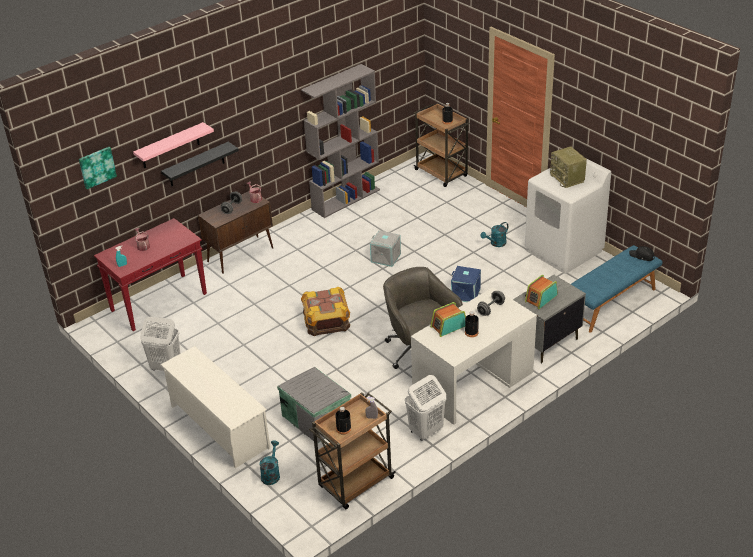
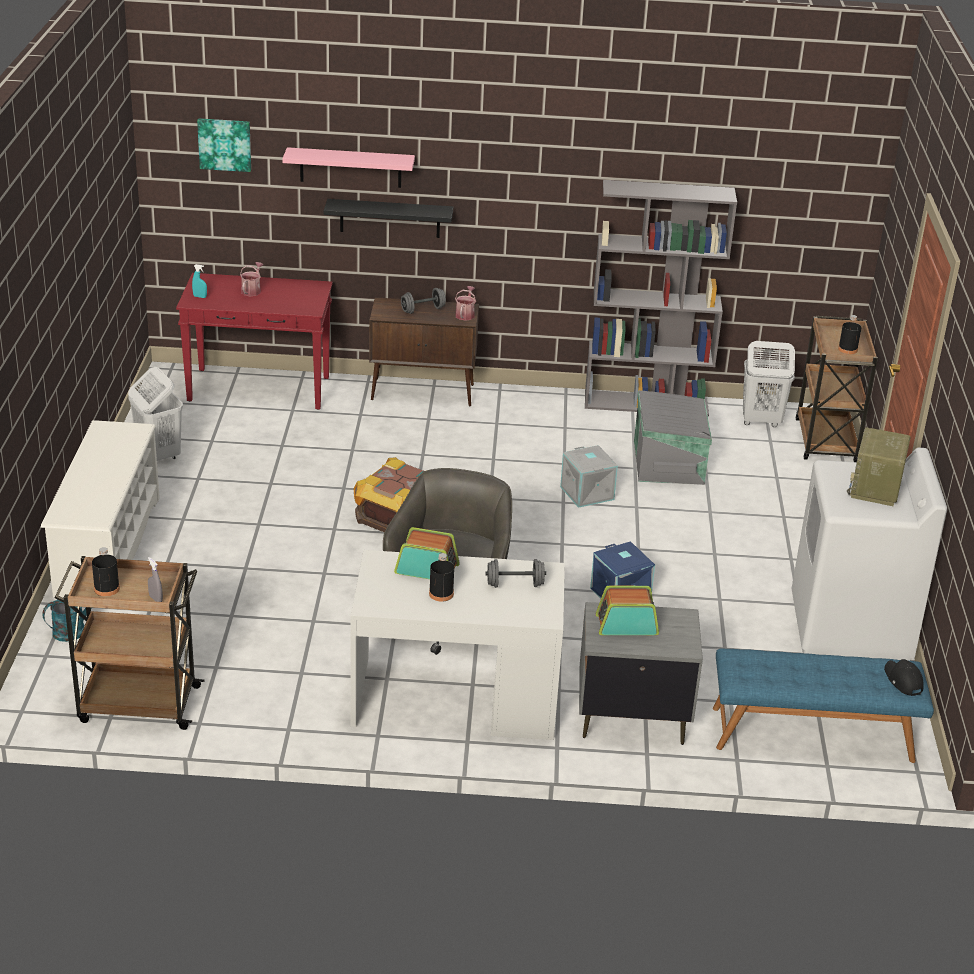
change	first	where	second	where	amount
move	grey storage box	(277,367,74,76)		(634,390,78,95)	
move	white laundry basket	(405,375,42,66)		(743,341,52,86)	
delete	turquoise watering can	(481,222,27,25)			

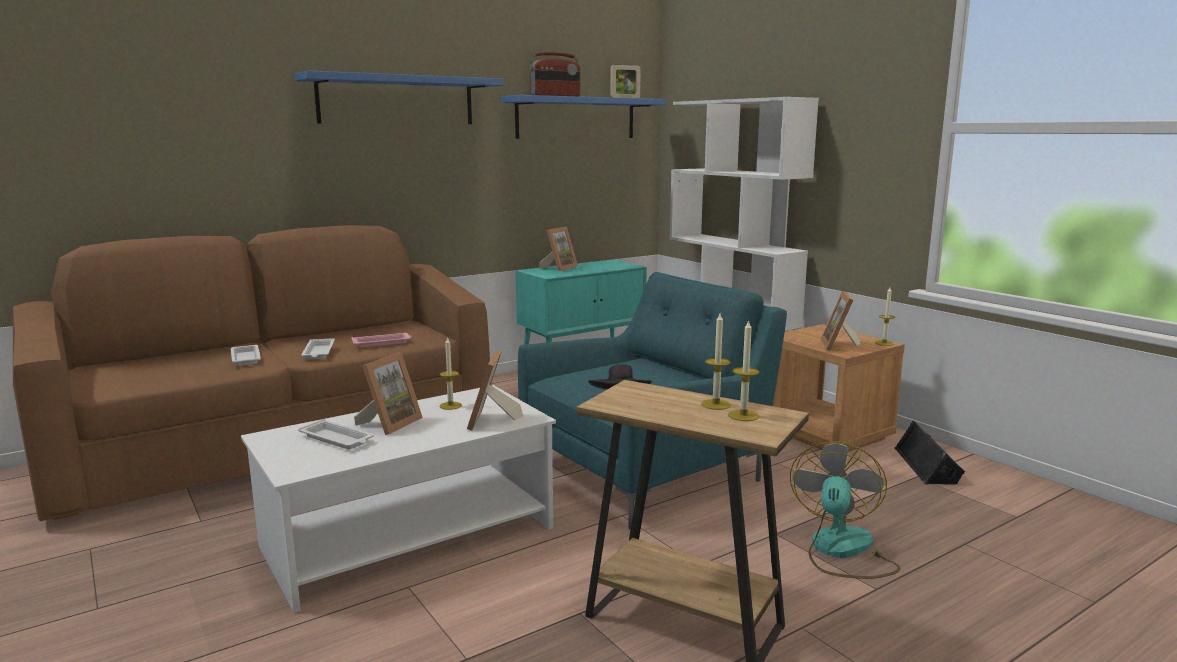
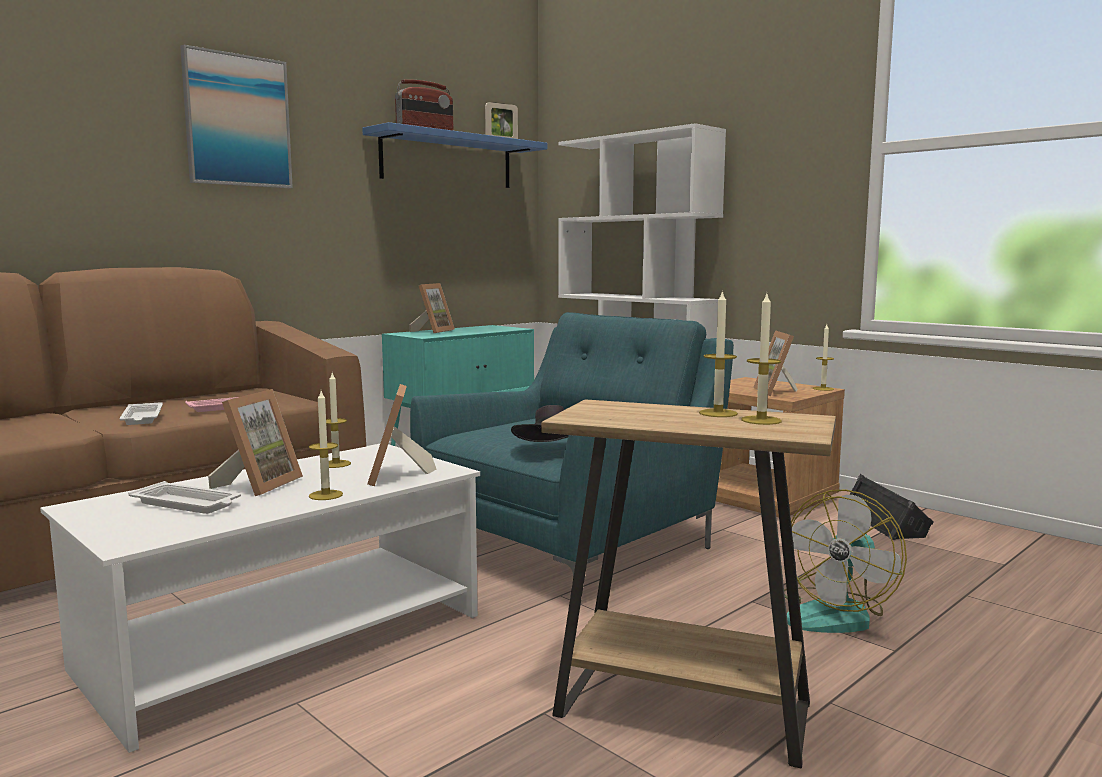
change	first	where	second	where	amount
delete	white tray	(231,345,30,21)			
replace	blue shelf	(295,71,209,53)	picture	(180,44,113,144)	
rotate	fan	(790,441,110,138)		(784,489,123,144)	150 degrees counterclockwise
insert			candle	(309,391,34,109)	

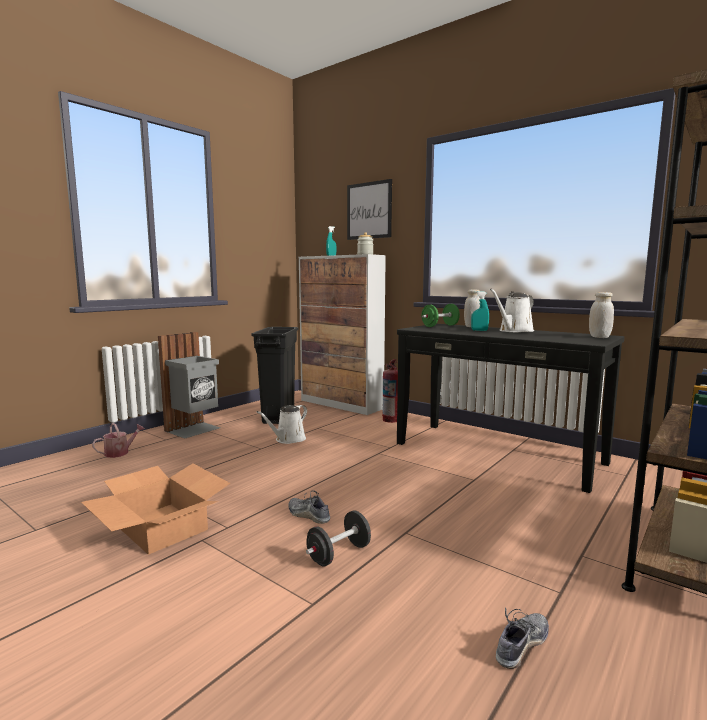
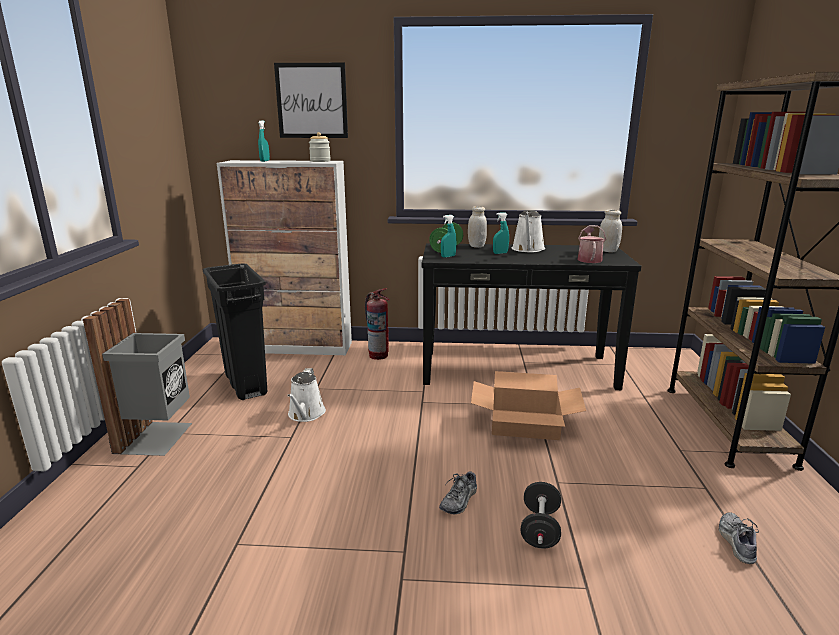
change	first	where	second	where	amount
move	cardboard box	(81,463,149,92)		(471,371,115,69)	
move	watering can	(92,423,53,35)		(577,225,29,38)	
rotate	shoe	(289,490,41,34)		(439,470,38,44)	60 degrees counterclockwise
insert			turquoise spray bottle	(441,215,16,43)	

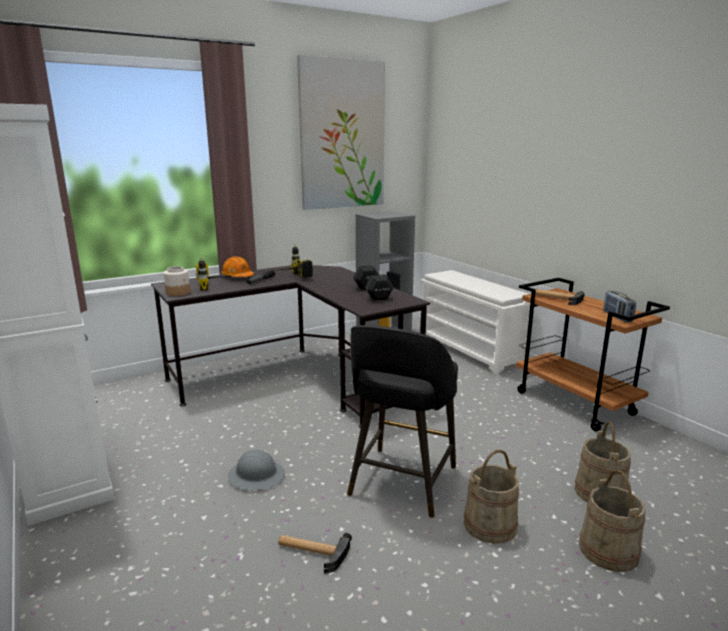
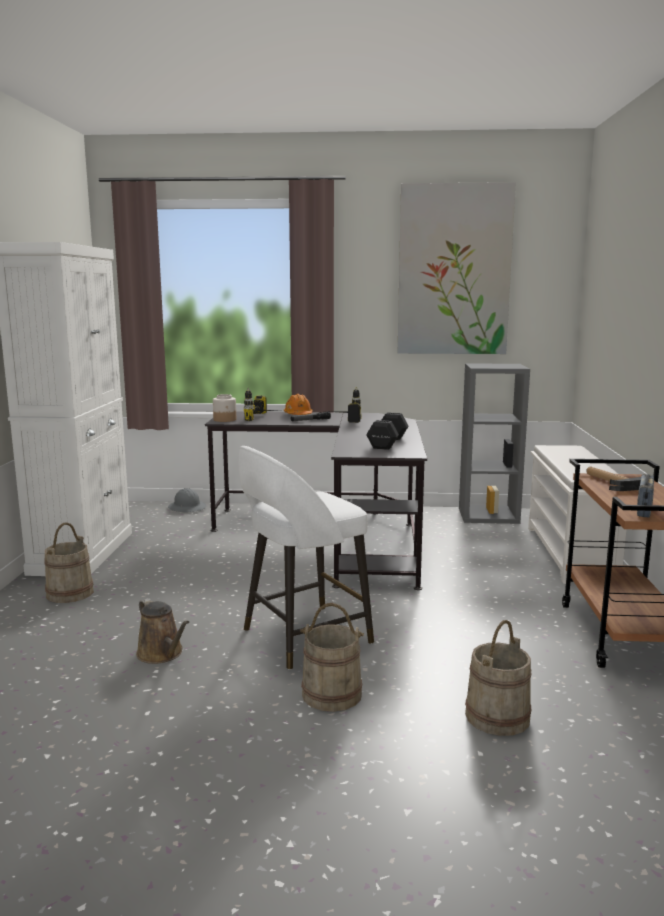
change	first	where	second	where	amount
move	grey hard hat	(228,450,57,40)		(168,488,38,24)	
replace	hammer	(279,533,73,41)	brown watering can	(136,598,53,66)	
recolor	black stool	(347,325,111,193)	white stool	(239,446,135,224)	
move	beige bucket	(579,470,67,102)		(44,523,50,80)	

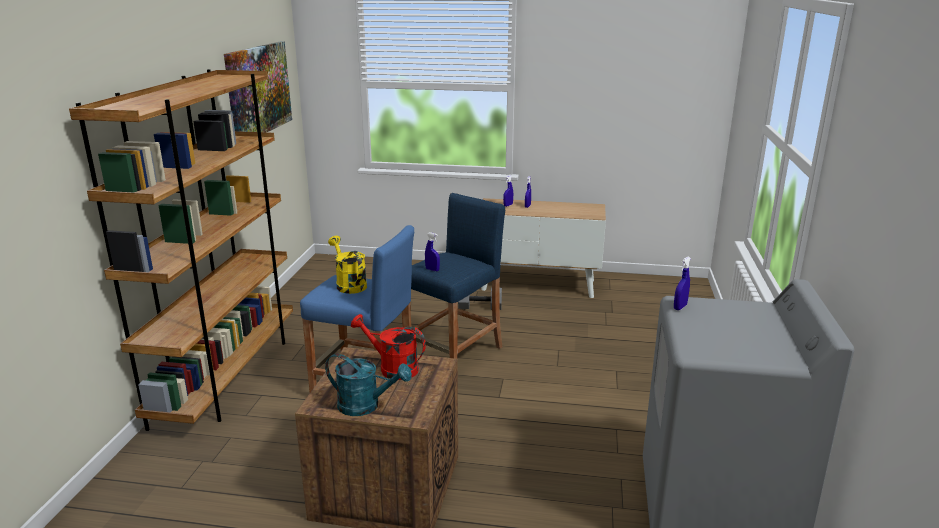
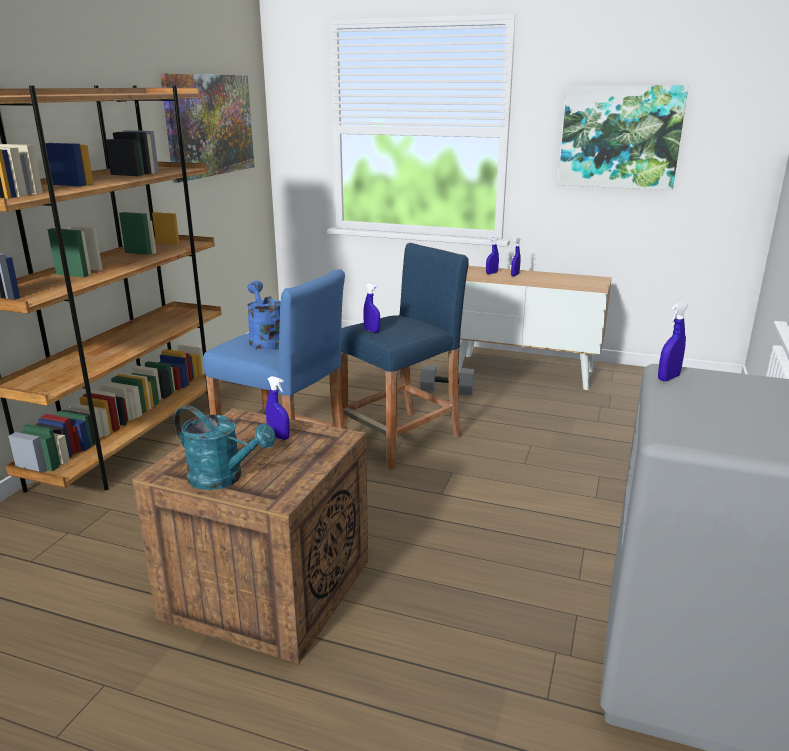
change	first	where	second	where	amount
recolor	yellow watering can	(328,236,39,58)	blue watering can	(247,281,34,68)	
replace	red watering can	(351,314,75,66)	blue spray bottle	(266,376,24,64)	
insert			picture	(558,85,130,105)	

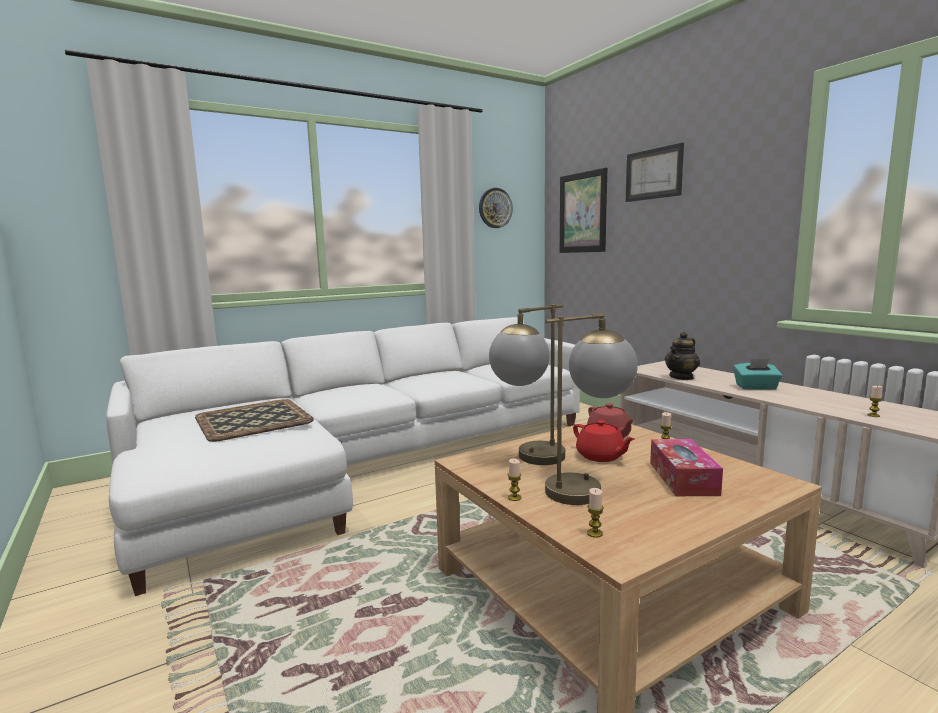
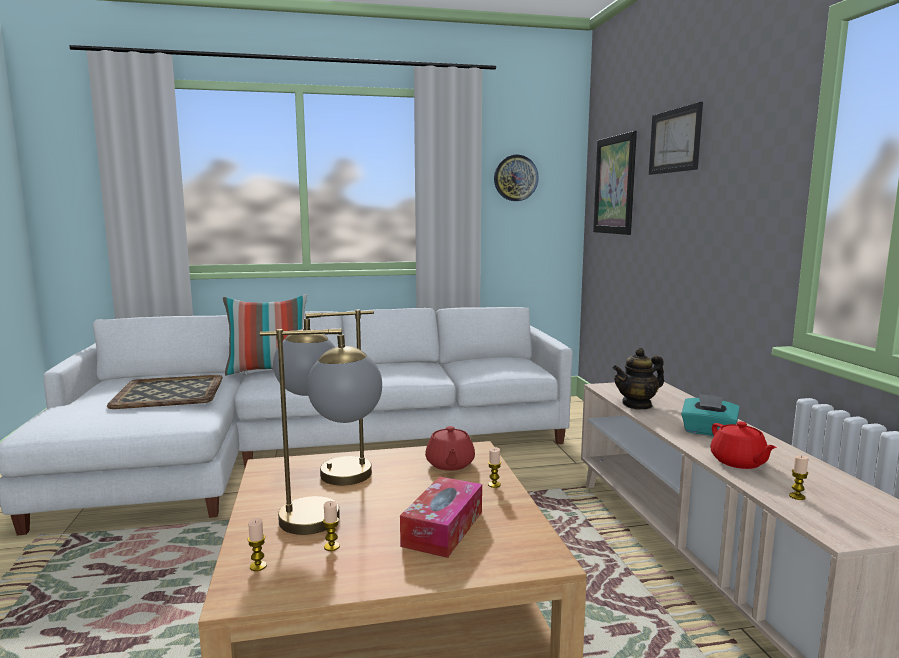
change	first	where	second	where	amount
move	candle	(508,458,13,43)		(323,501,17,50)	
move	red teapot	(573,420,62,42)		(711,421,66,48)	
insert			pillow	(223,294,84,82)	

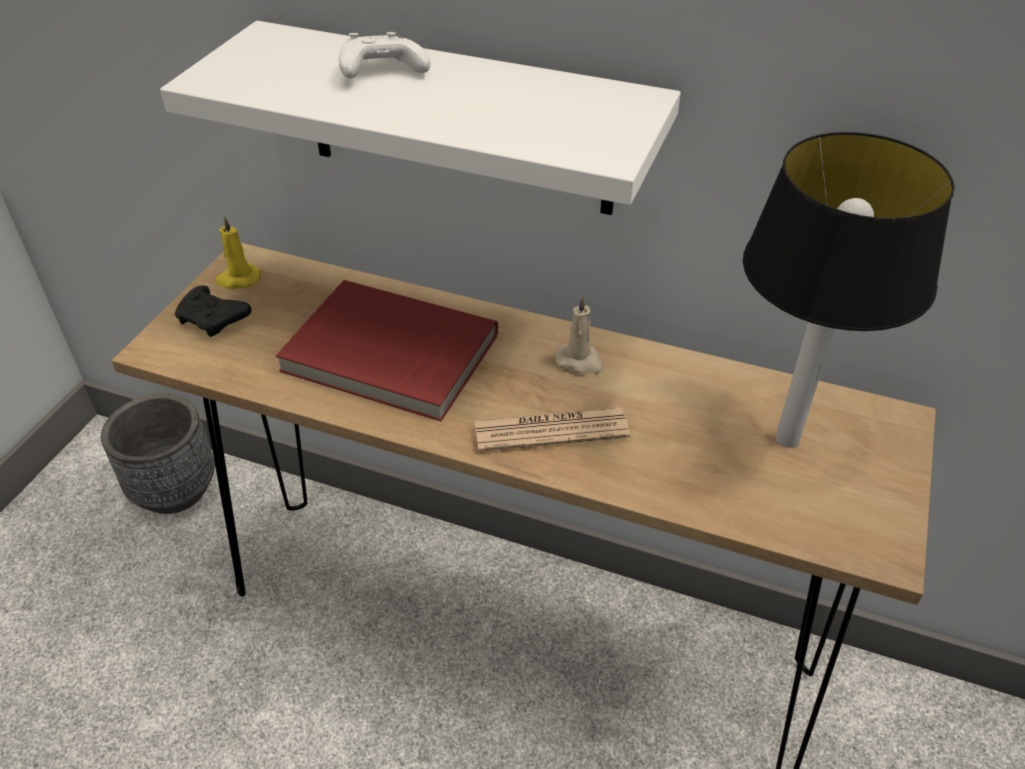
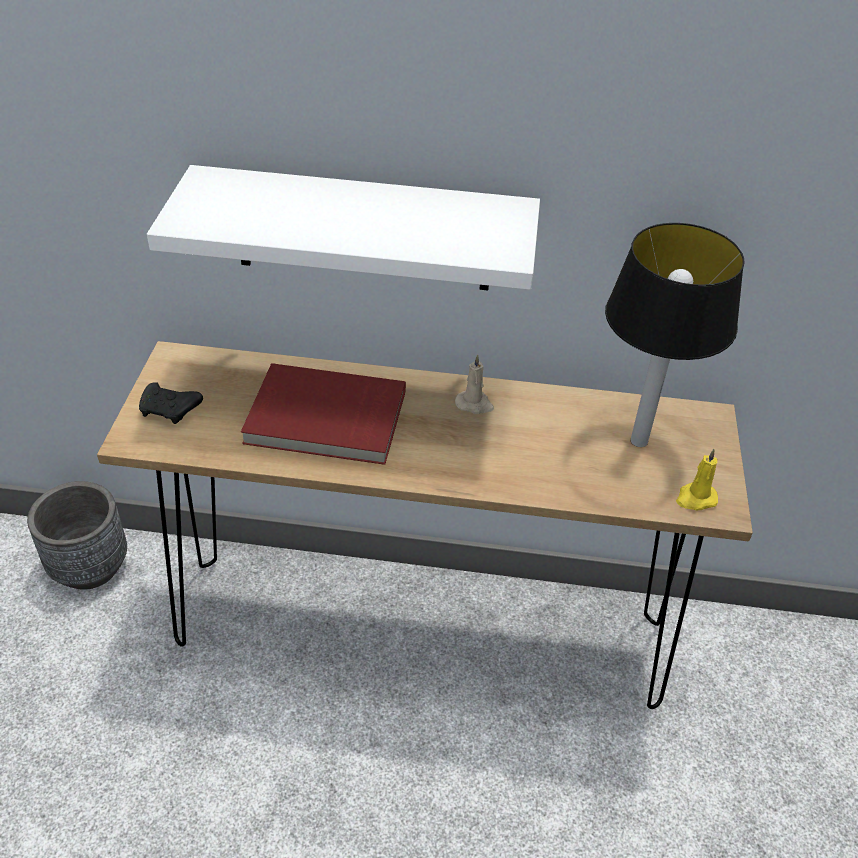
change	first	where	second	where	amount
move	yellow candle	(215,216,46,73)		(676,449,42,61)	
delete	white game controller	(339,32,92,46)			
delete	newspaper	(474,407,156,45)			

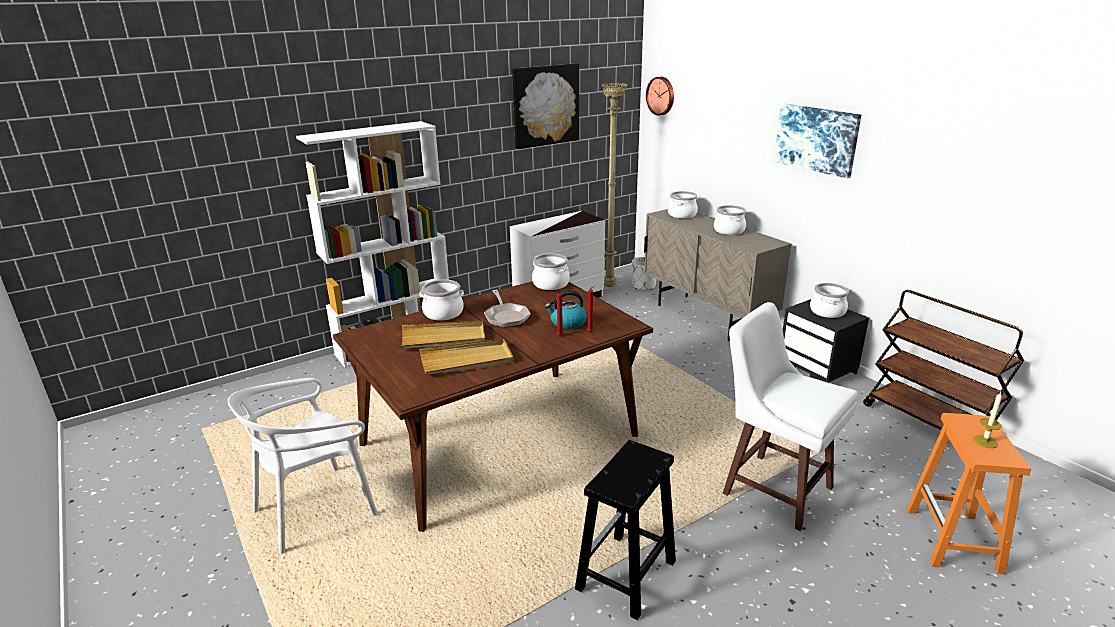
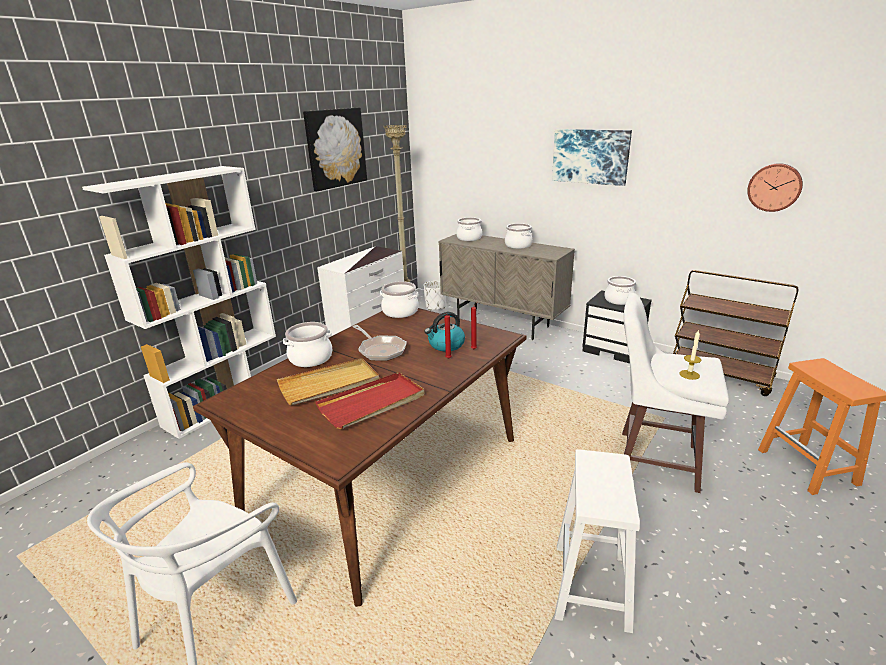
change	first	where	second	where	amount
recolor	beige tray	(419,338,95,37)	red tray	(316,372,108,57)	
recolor	black stool	(575,440,101,180)	white stool	(555,449,85,184)	
move	wall clock	(646,77,28,39)		(747,163,56,49)	
move	candle	(973,392,29,56)		(680,329,21,51)	

